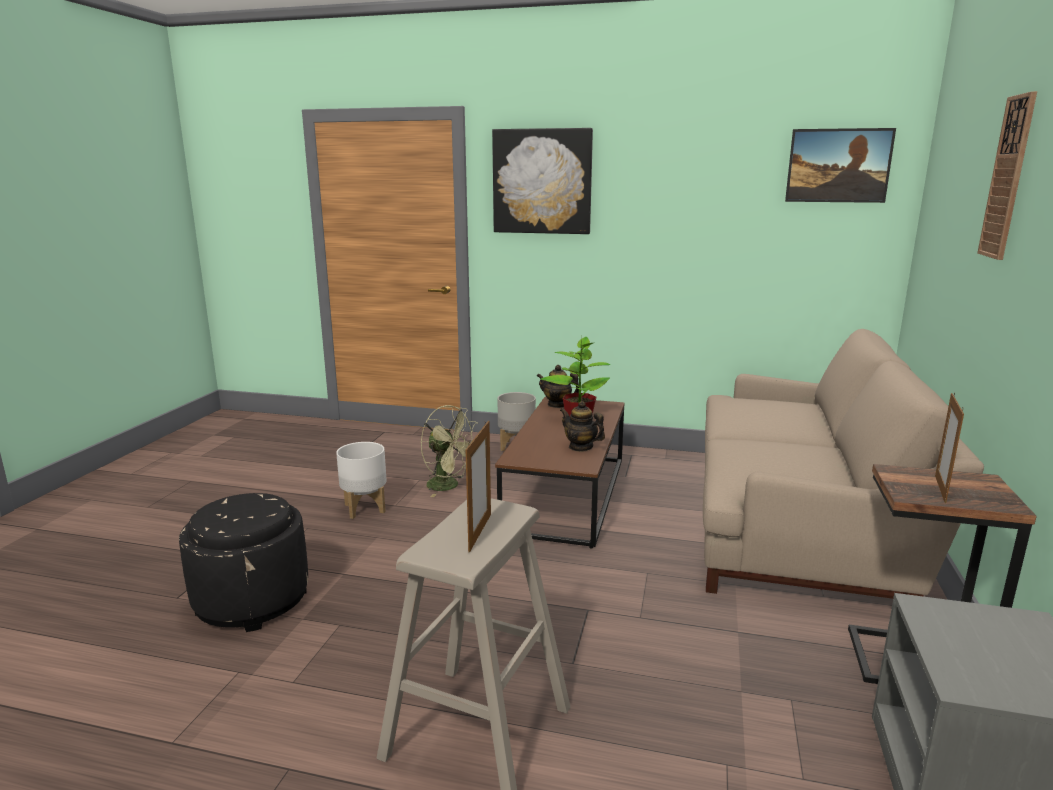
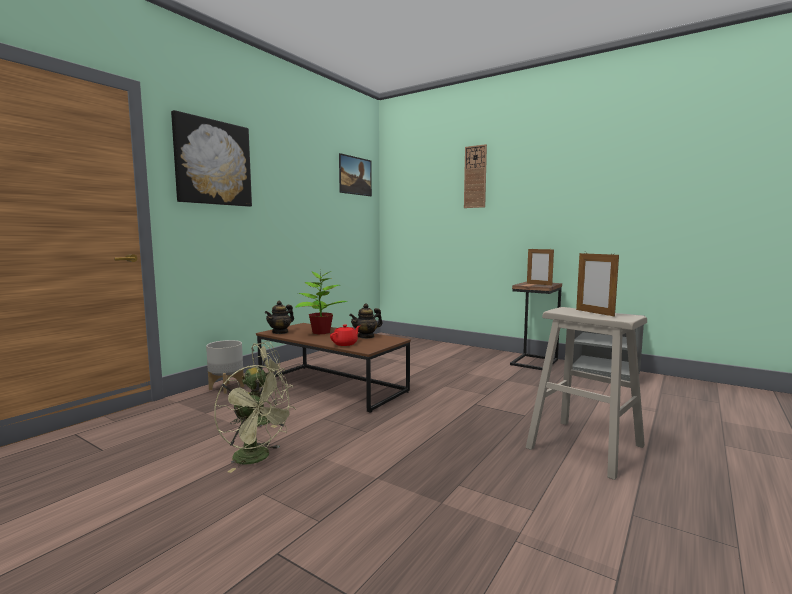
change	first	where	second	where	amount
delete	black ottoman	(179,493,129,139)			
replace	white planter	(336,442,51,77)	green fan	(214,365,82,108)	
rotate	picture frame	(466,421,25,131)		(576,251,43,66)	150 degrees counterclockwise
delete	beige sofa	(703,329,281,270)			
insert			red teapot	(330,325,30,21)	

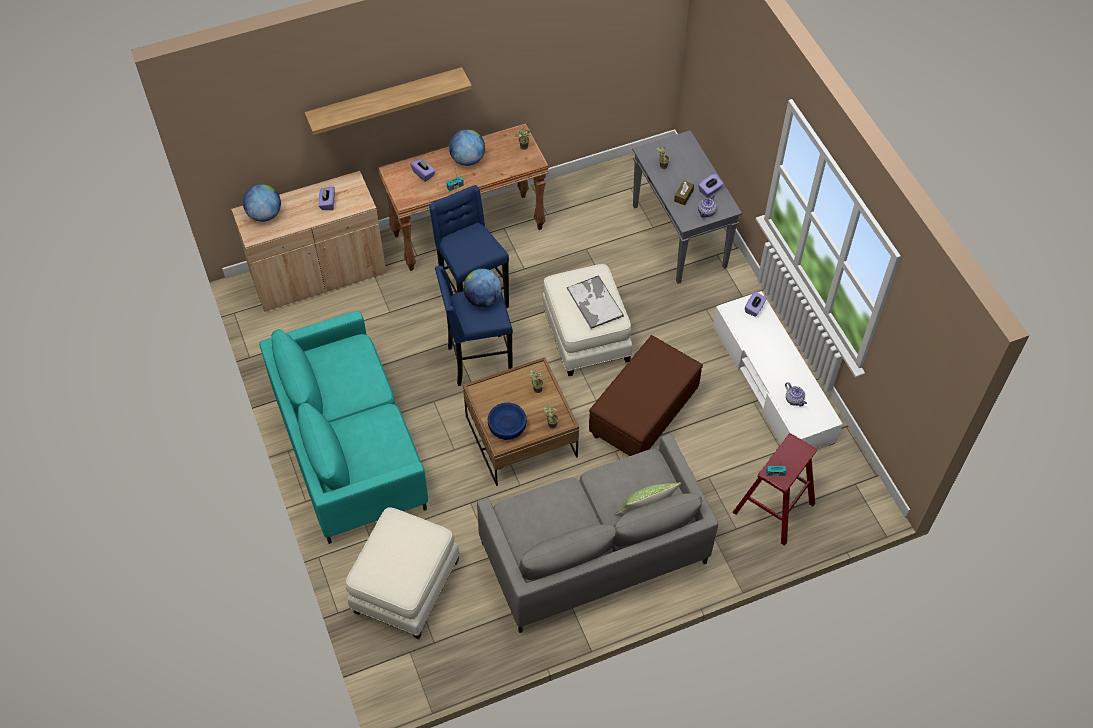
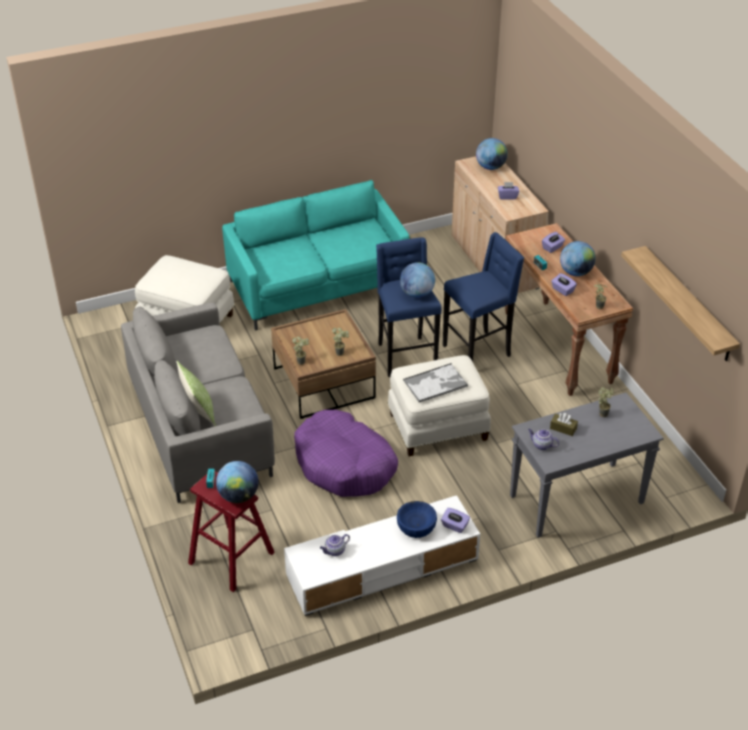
change	first	where	second	where	amount
move	shelf	(304,67,168,68)		(621,246,119,115)	
move	blue bowl	(488,402,39,38)		(397,501,40,37)	
replace	brown ottoman	(589,335,114,121)	purple dog bed	(294,410,104,87)	
move	purple tissue box	(698,174,26,24)		(551,273,26,23)	
insert			globe	(216,461,43,42)	

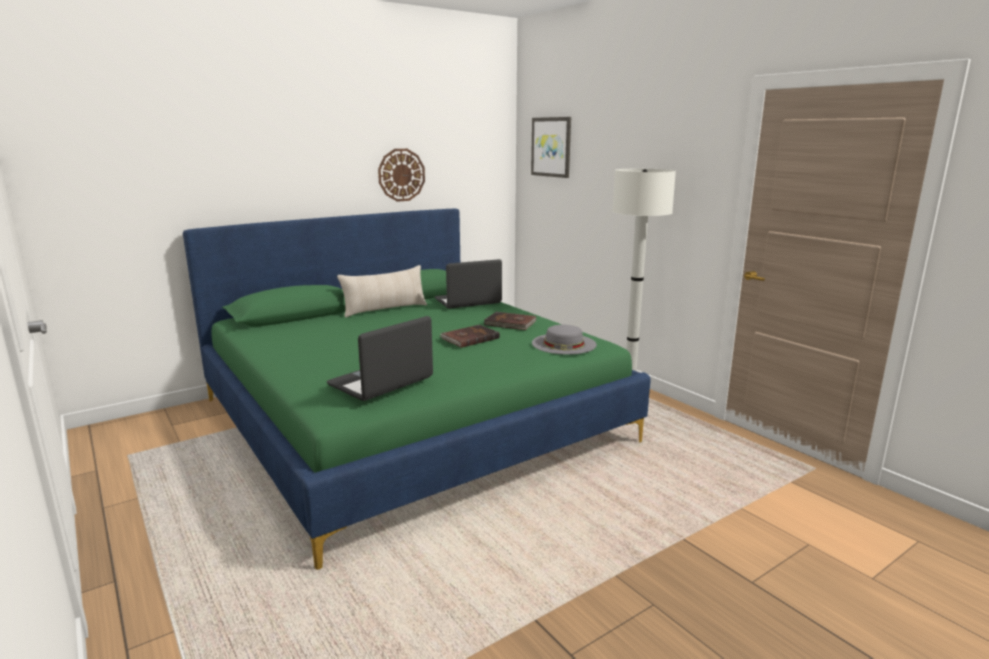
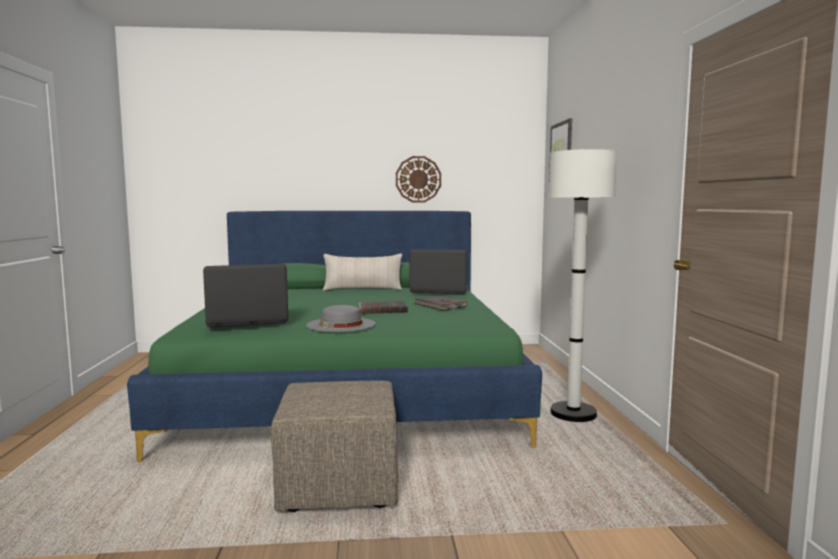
change	first	where	second	where	amount
move	grey hat	(532,325,65,30)		(306,305,70,27)	
insert			beige ottoman	(271,381,127,131)	

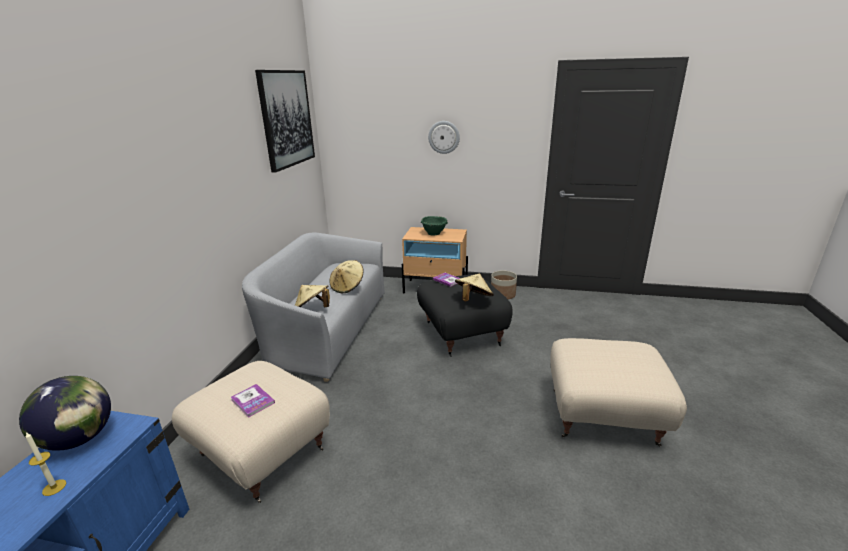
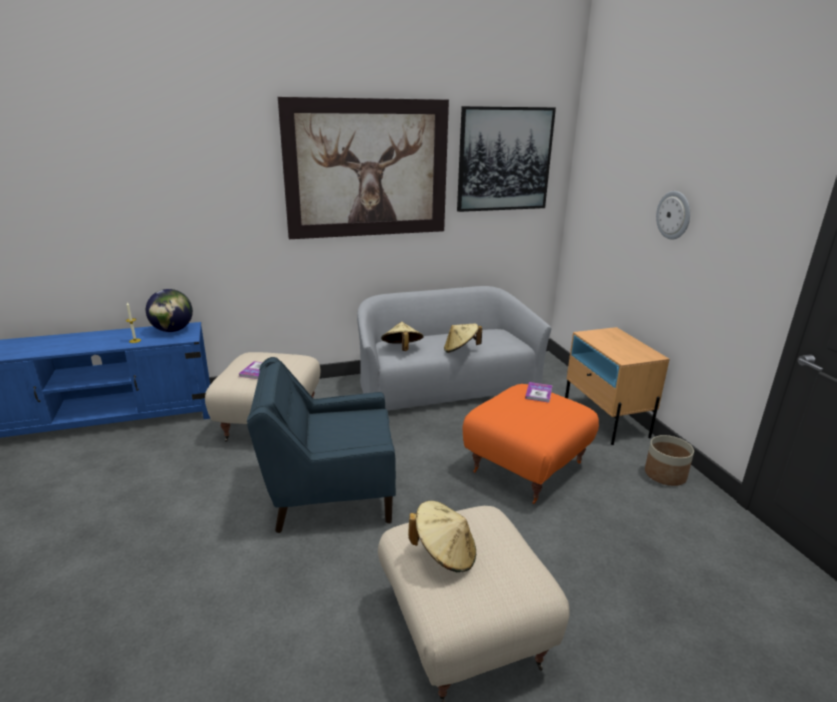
change	first	where	second	where	amount
recolor	black ottoman	(417,274,96,83)	orange ottoman	(463,384,136,120)	
delete	green bowl	(421,216,27,20)			
move	beige hat	(455,273,39,28)		(409,501,67,71)	
insert			blue armchair	(247,357,149,176)	
insert			picture	(278,97,171,142)	

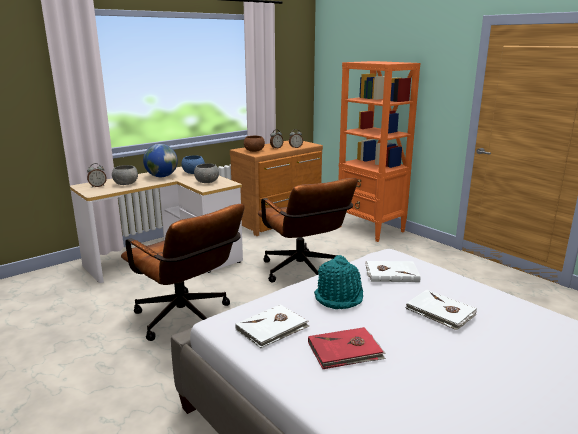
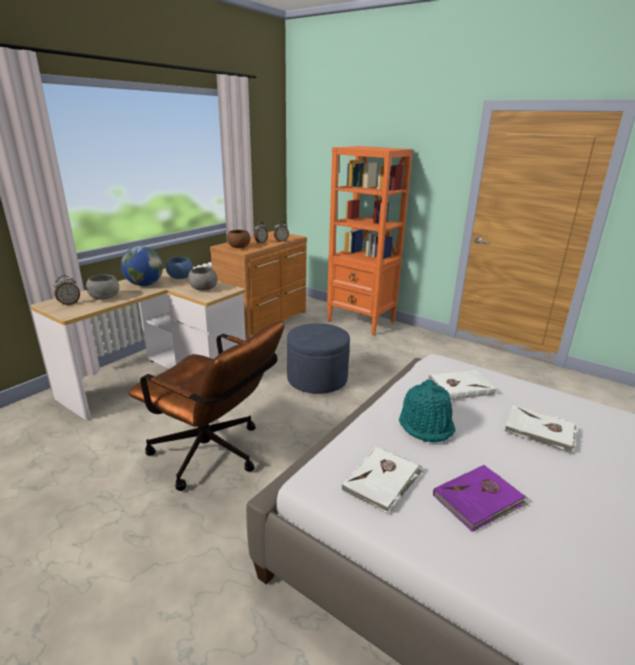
change	first	where	second	where	amount
replace	brown office chair	(258,178,100,105)	blue ottoman	(287,323,63,71)	
recolor	red book	(308,327,78,42)	purple book	(433,465,96,67)	

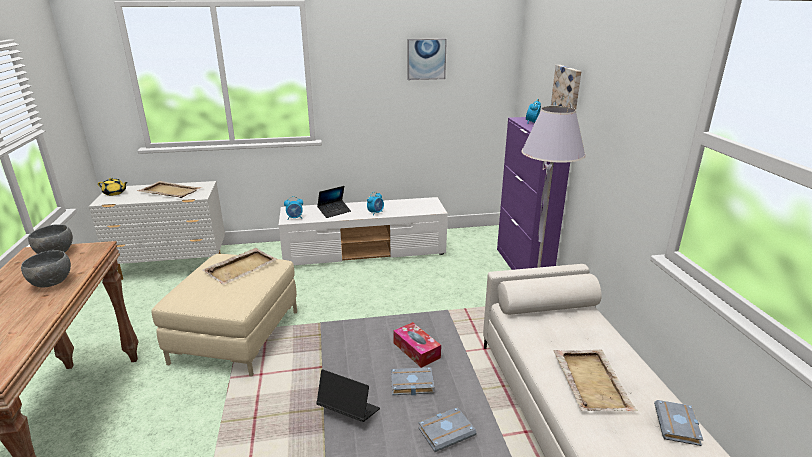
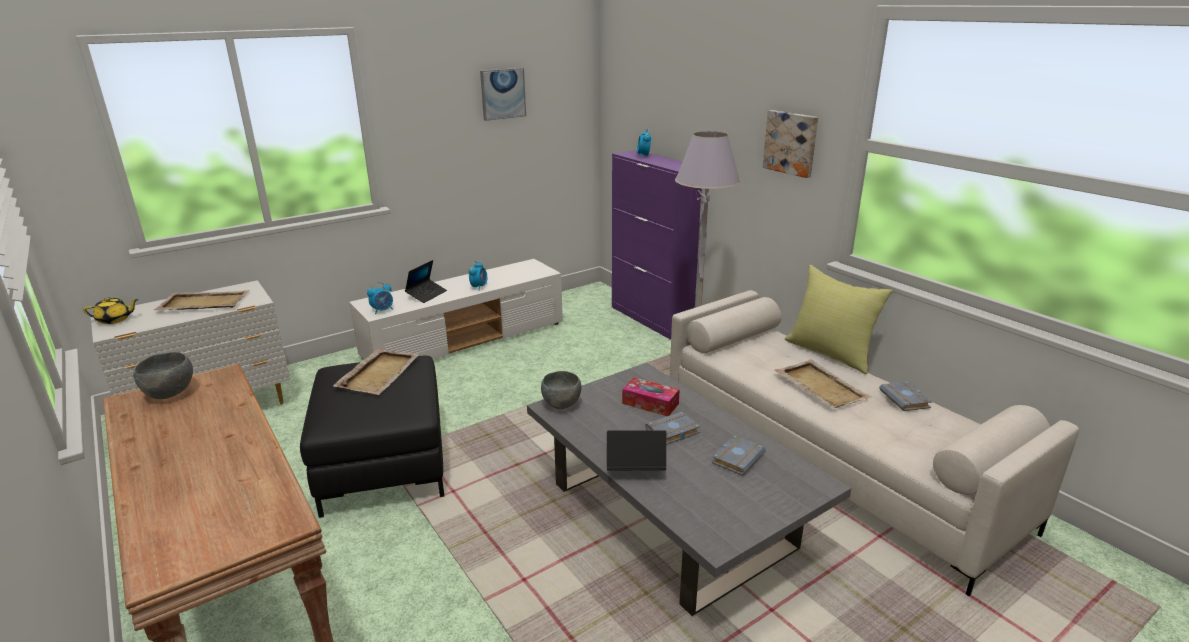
change	first	where	second	where	amount
move	grey bowl	(21,251,50,37)		(541,371,40,38)	
recolor	beige ottoman	(151,254,146,122)	black ottoman	(300,356,144,162)	
move	picture	(551,65,31,44)		(763,110,55,68)	
insert			yellow pillow	(785,265,108,109)	

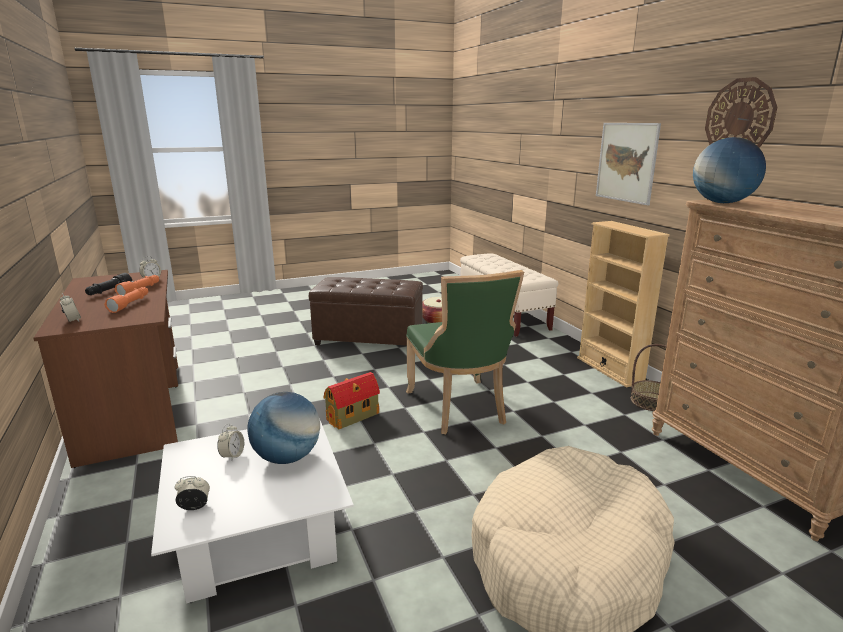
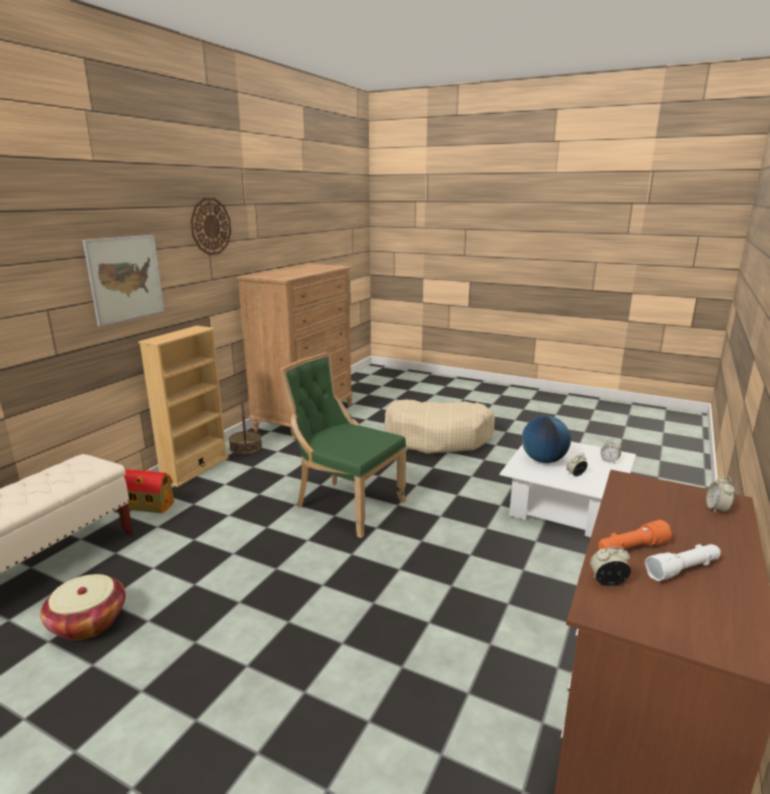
change	first	where	second	where	amount
recolor	black flashlight	(85,273,47,22)	white flashlight	(645,544,76,37)	
delete	orange flashlight	(105,287,43,26)			
delete	brown ottoman	(309,277,114,68)			
move	toy house	(323,372,57,57)		(124,469,50,44)	
rotate	green chair	(406,270,118,164)		(279,352,127,186)	90 degrees counterclockwise
delete	globe	(693,137,73,66)			

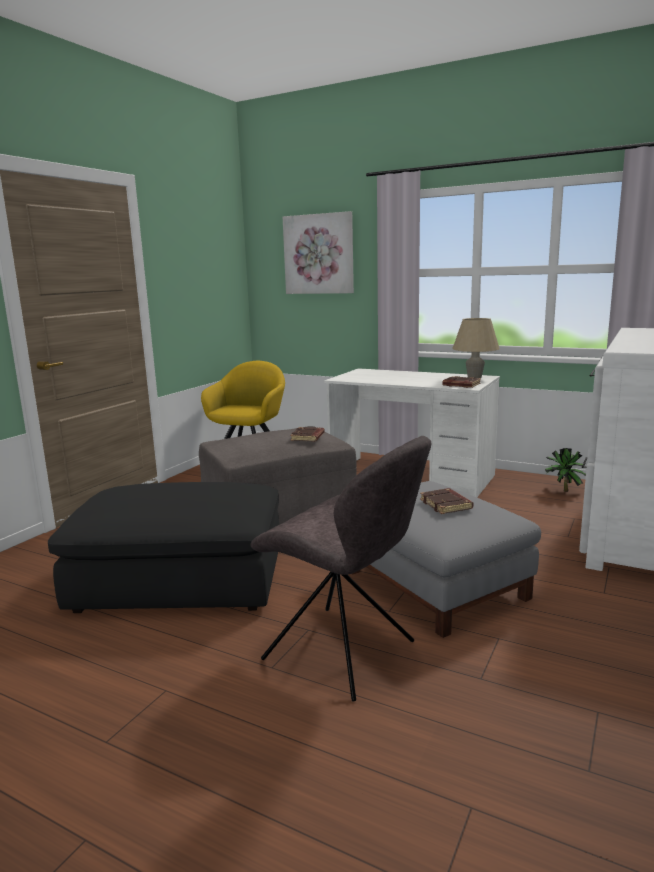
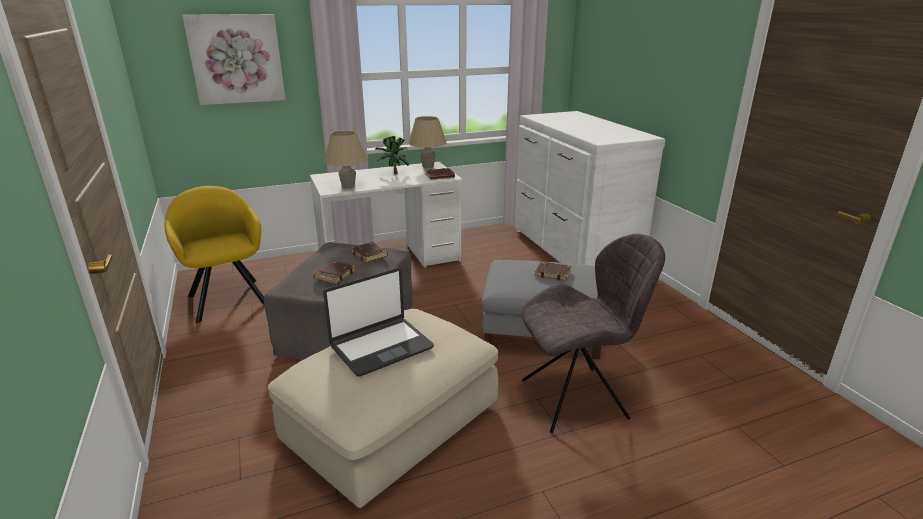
change	first	where	second	where	amount
recolor	black ottoman	(48,482,231,131)	beige ottoman	(268,309,230,199)	
move	potted plant	(545,448,41,44)		(376,136,34,38)	
insert			brown book	(313,261,43,23)	
insert			laptop	(323,268,111,109)	
insert			beige table lamp	(324,130,44,58)	

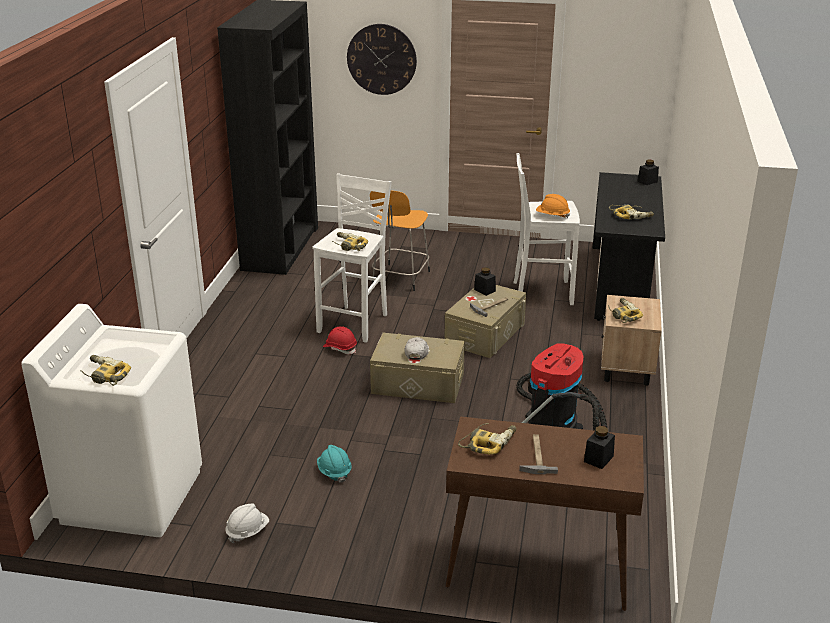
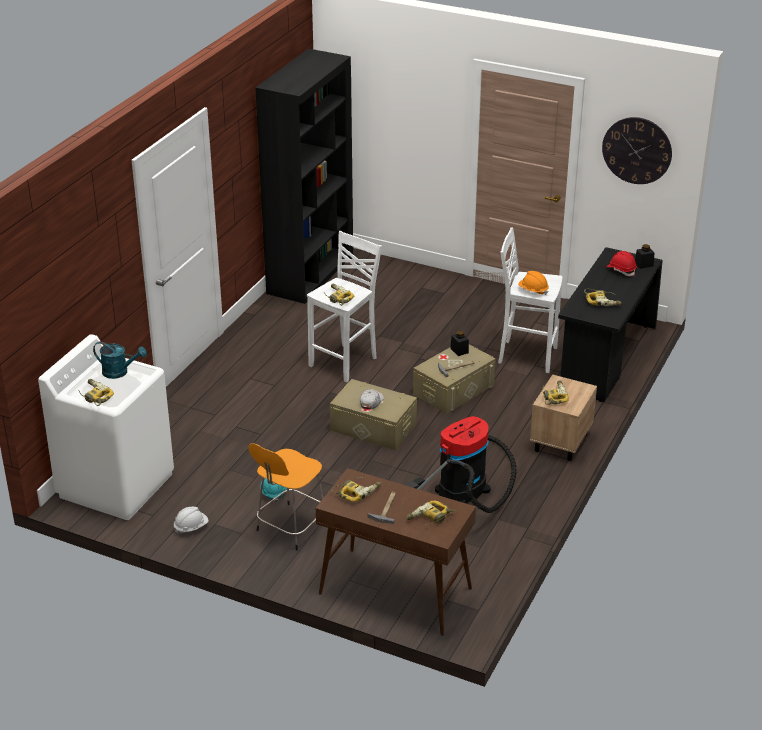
change	first	where	second	where	amount
move	red hard hat	(323,326,34,28)		(607,251,30,25)	
move	wall clock	(347,24,70,71)		(602,117,70,67)	
move	orange stool	(370,190,60,101)		(248,443,75,108)	
replace	black jar	(584,426,31,43)	power drill	(406,501,51,25)	
insert			turquoise watering can	(93,342,54,37)	

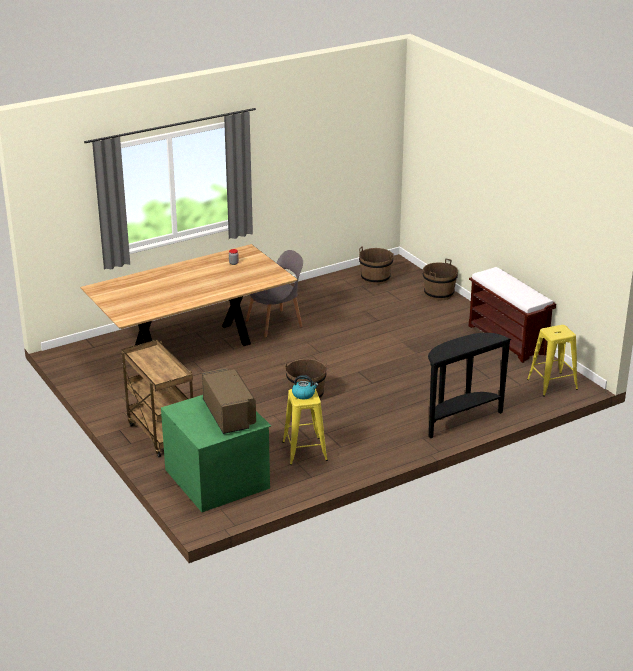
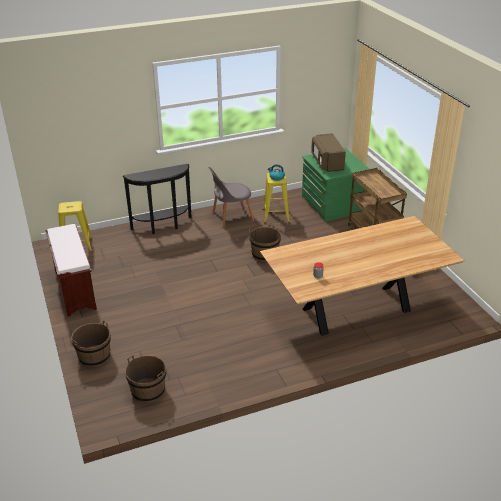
change	first	where	second	where	amount
move	grey chair	(246,250,57,88)		(208,167,46,61)	

